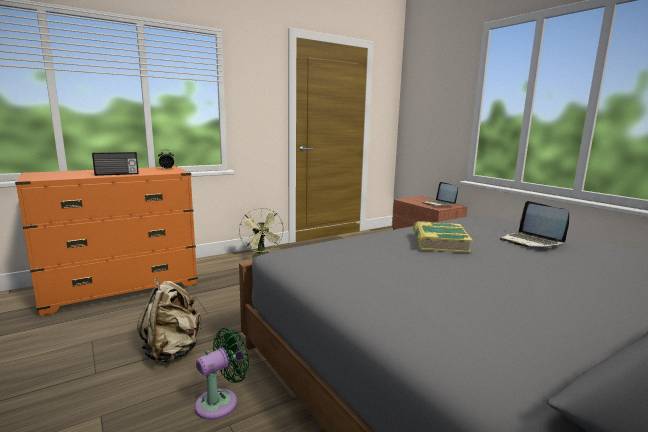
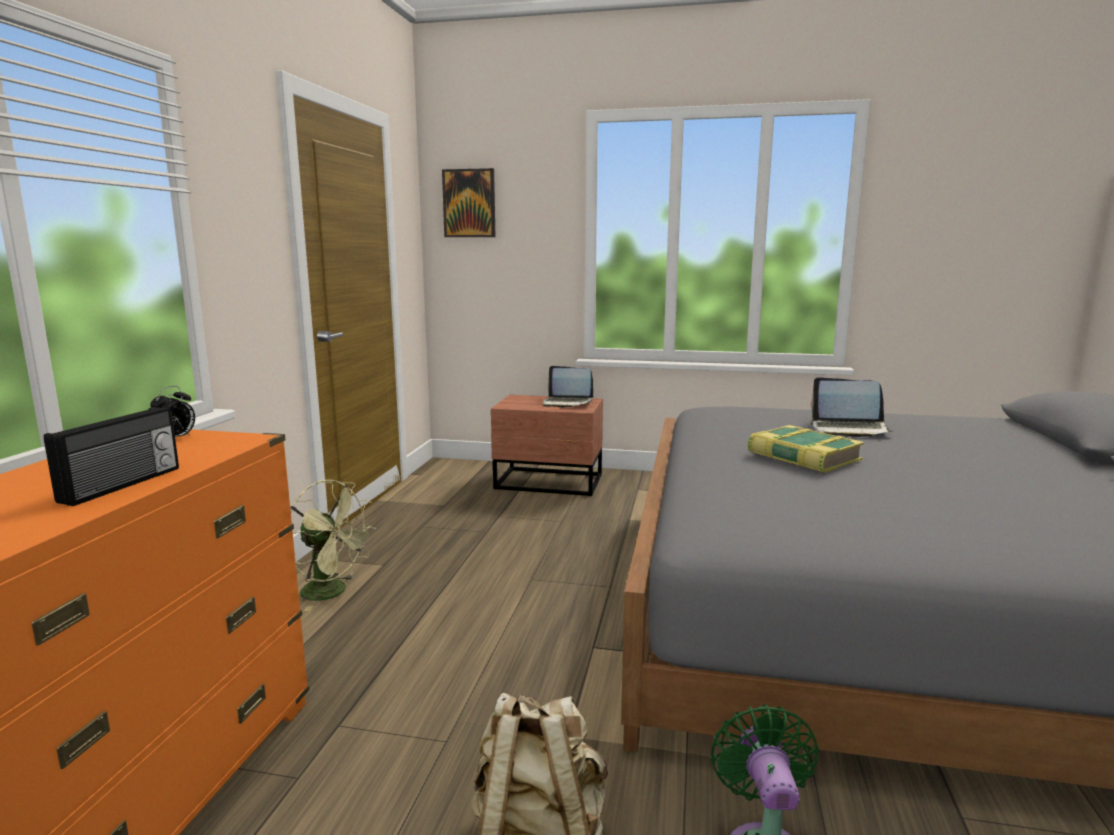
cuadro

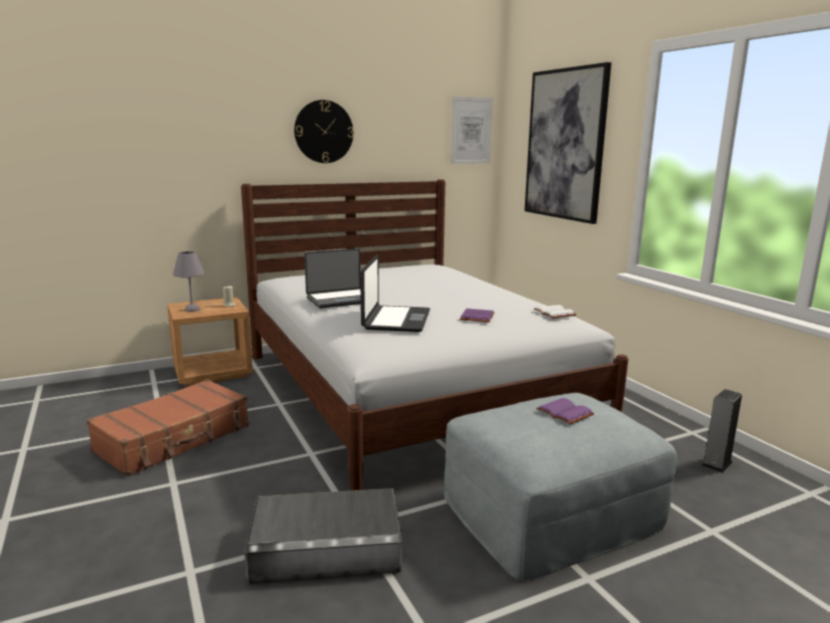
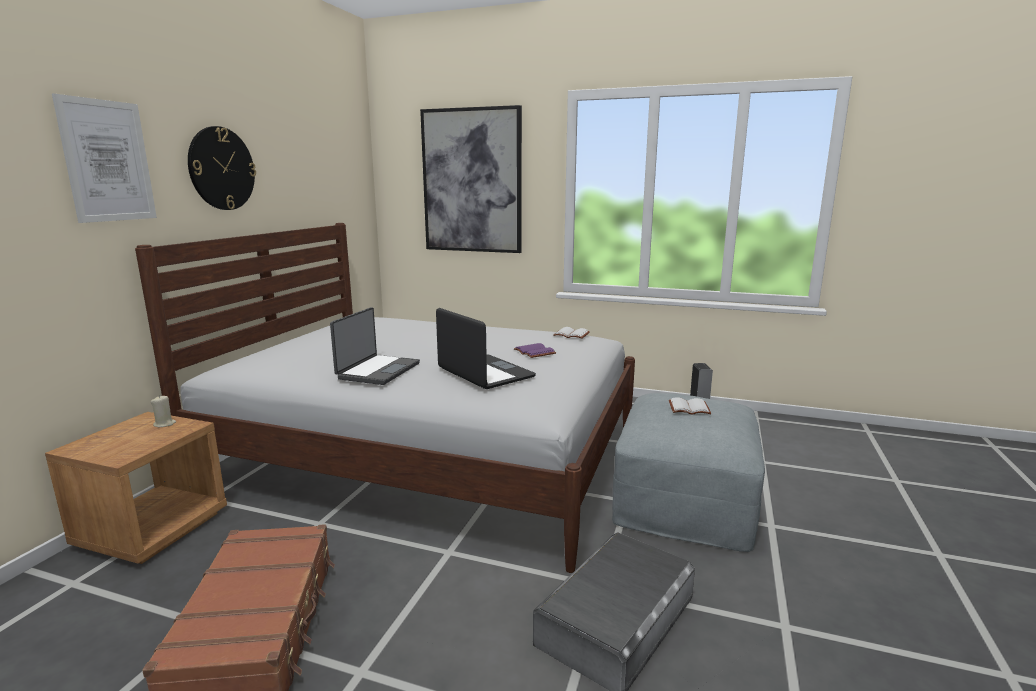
cuadro (no. 1 from left); libro [blanco] (no. 2 from left); lámpara de mesa [gris]

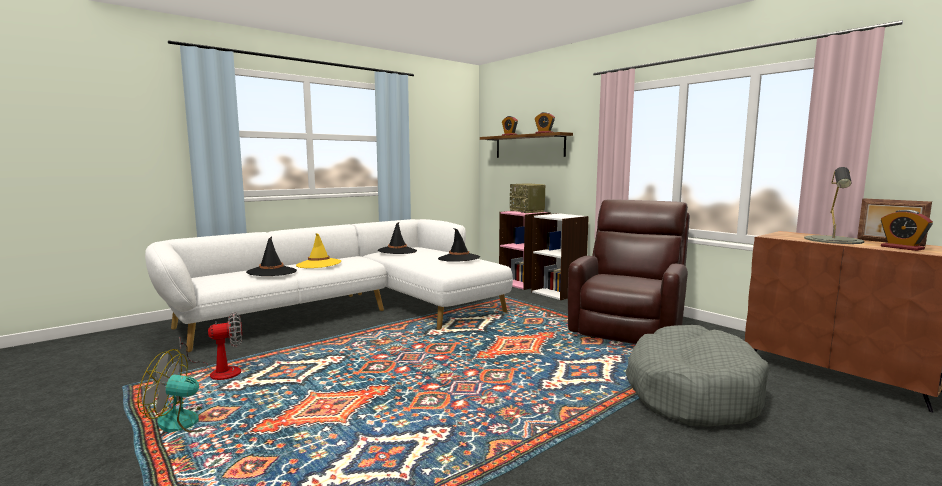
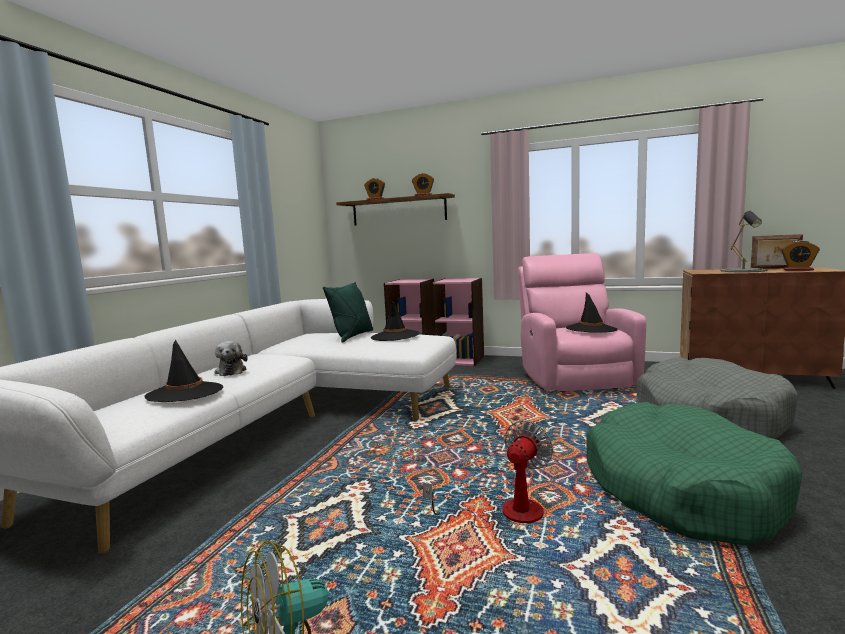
peluche; cojín [verde]; ventilador (no. 2 from left); estantería [rosa] (no. 2 from left); sillón [rosa]; sombrero [negro] (no. 3 from left); cama para perro [verde]; radio

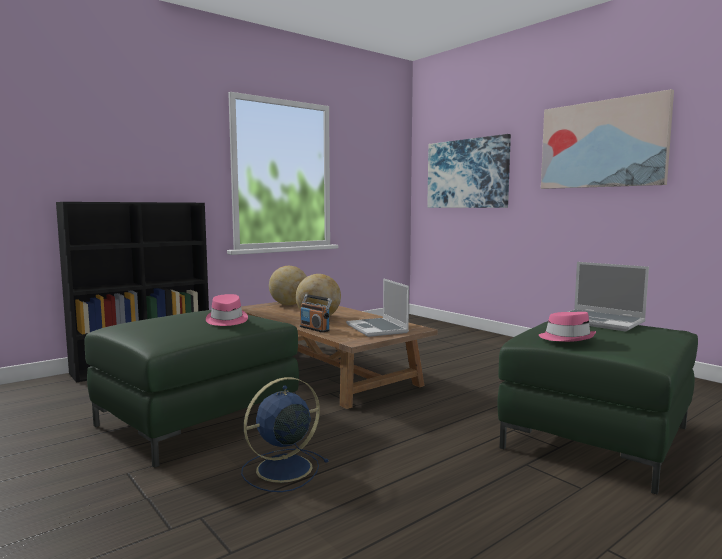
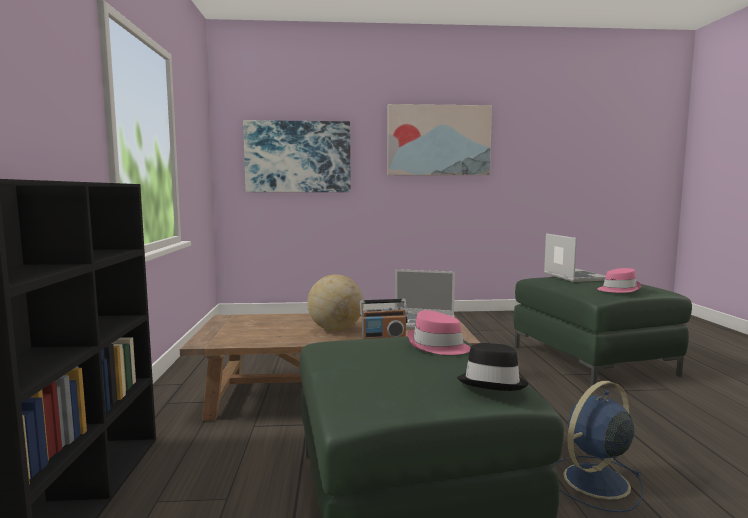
sombrero [negro]; portátil (no. 2 from left); ventilador [azul]; globo terráqueo (no. 1 from left in the first image)

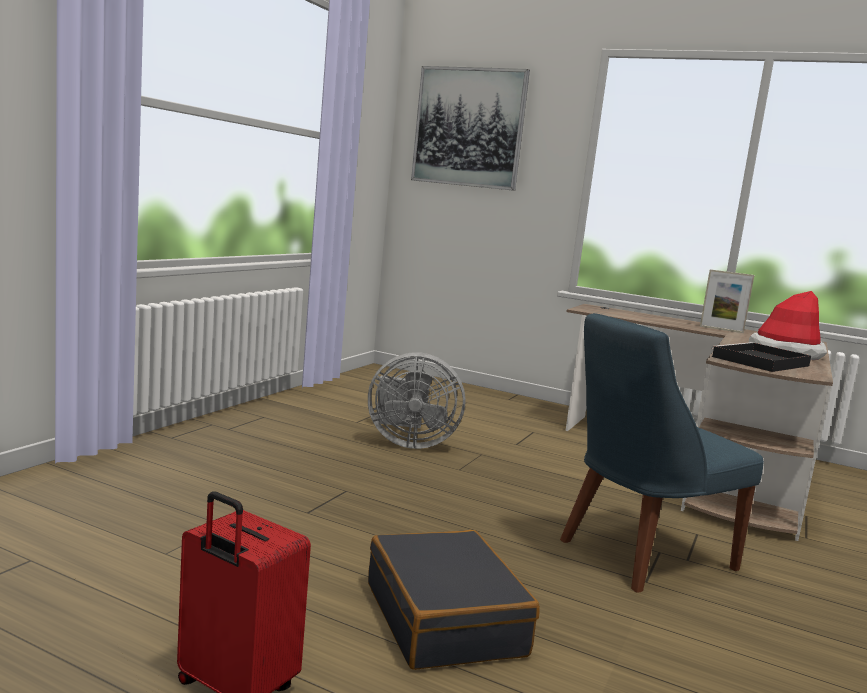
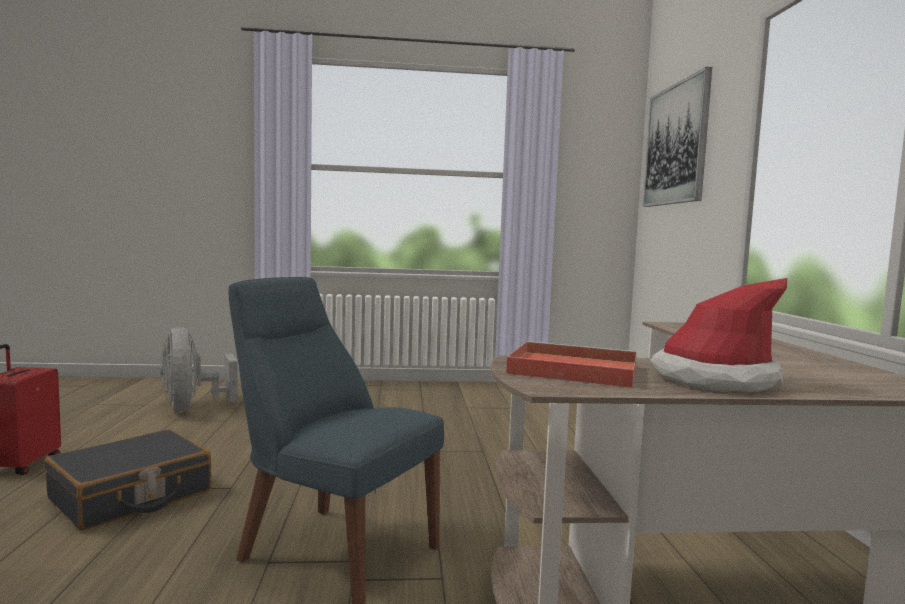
ventilador [gris]; bandeja [rojo]; portarretratos

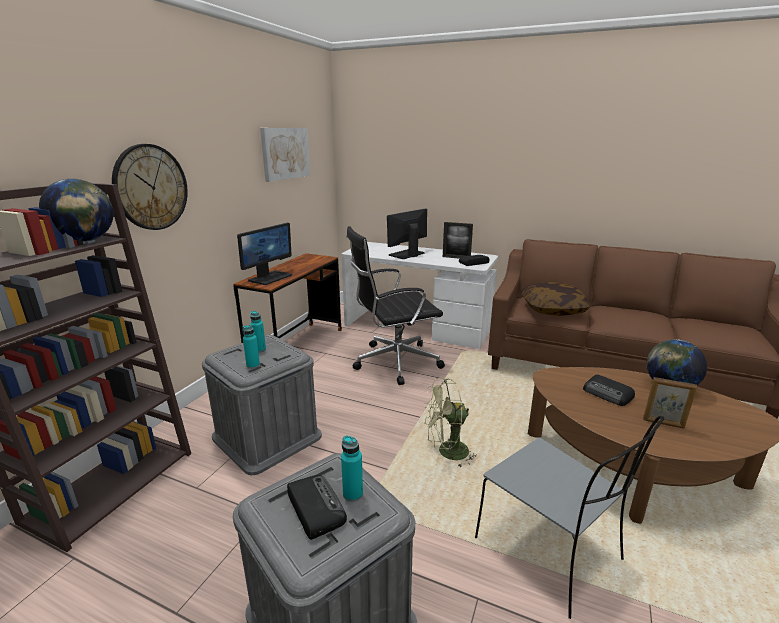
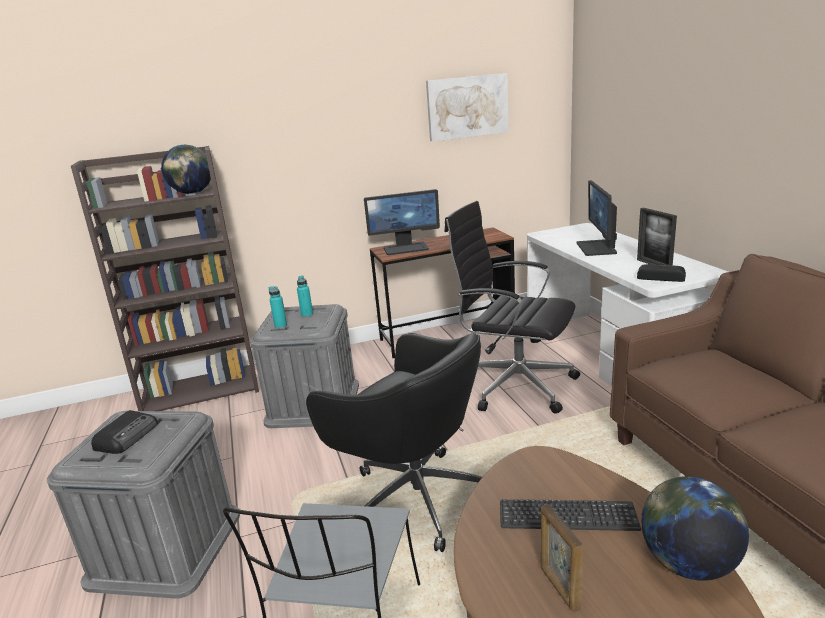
silla de oficina [negro] (no. 1 from left); teclado; monitor (no. 2 from left); reloj de pared; botella [turquesa] (no. 3 from left in the first image); cojín

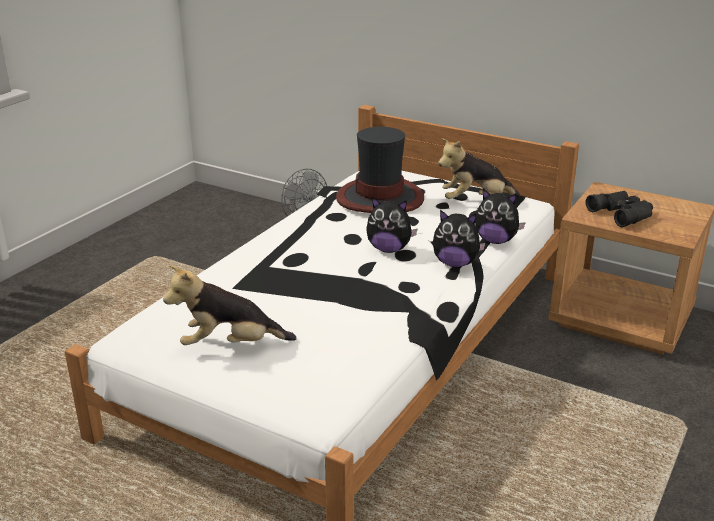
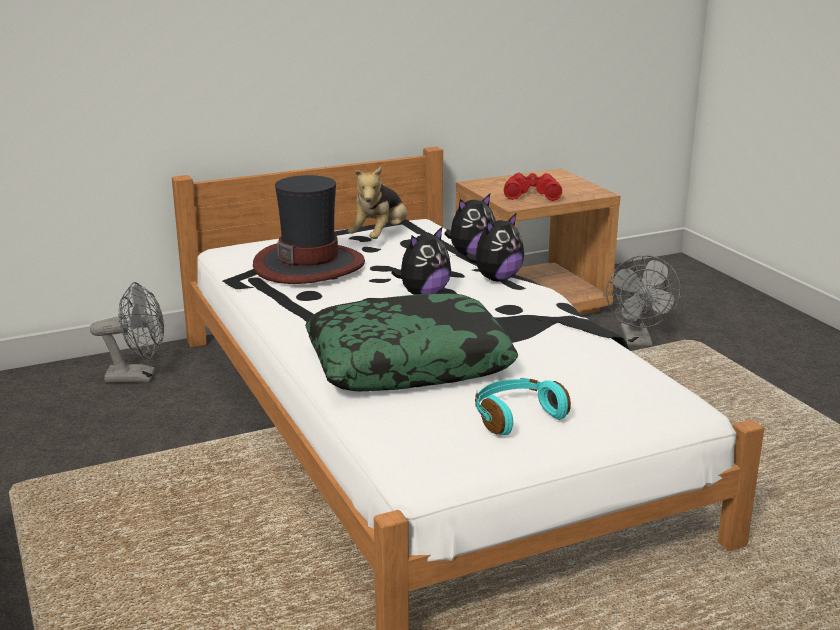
cojín; auriculares [turquesa]; prismáticos [rojo]; ventilador [gris] (no. 2 from left)

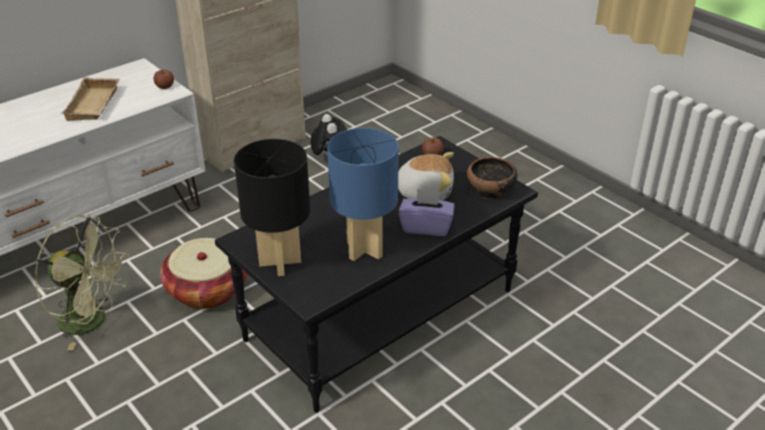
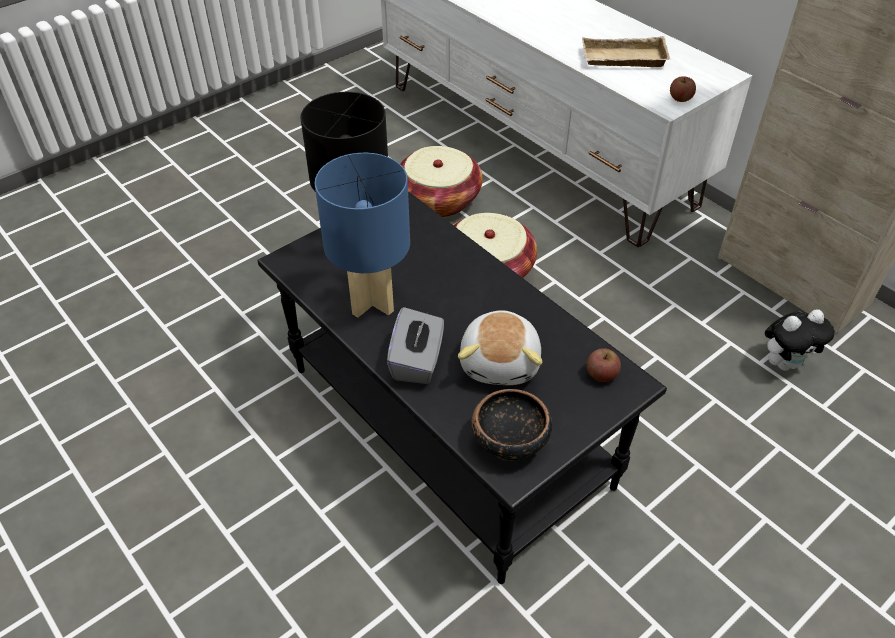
caja de pañuelos [gris]; cesta (no. 1 from left)

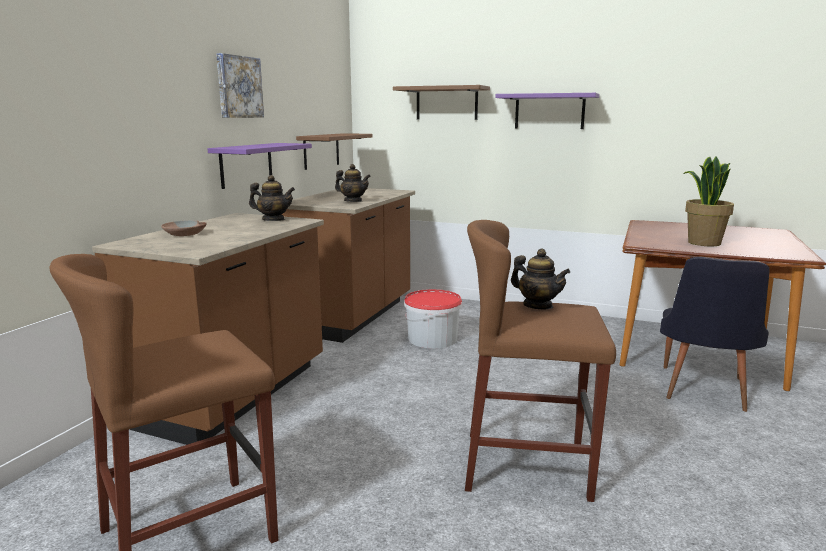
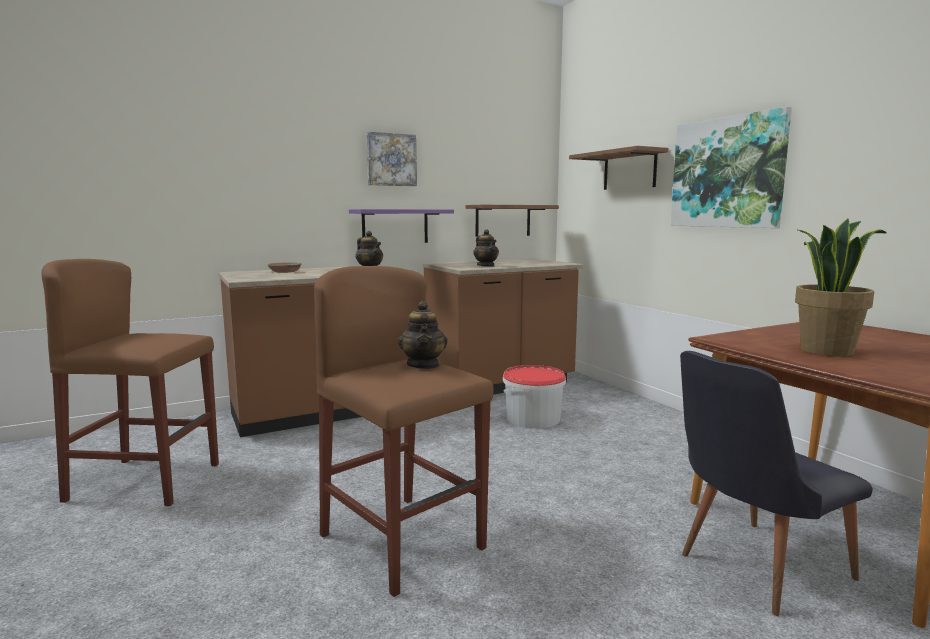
cuadro (no. 2 from left)

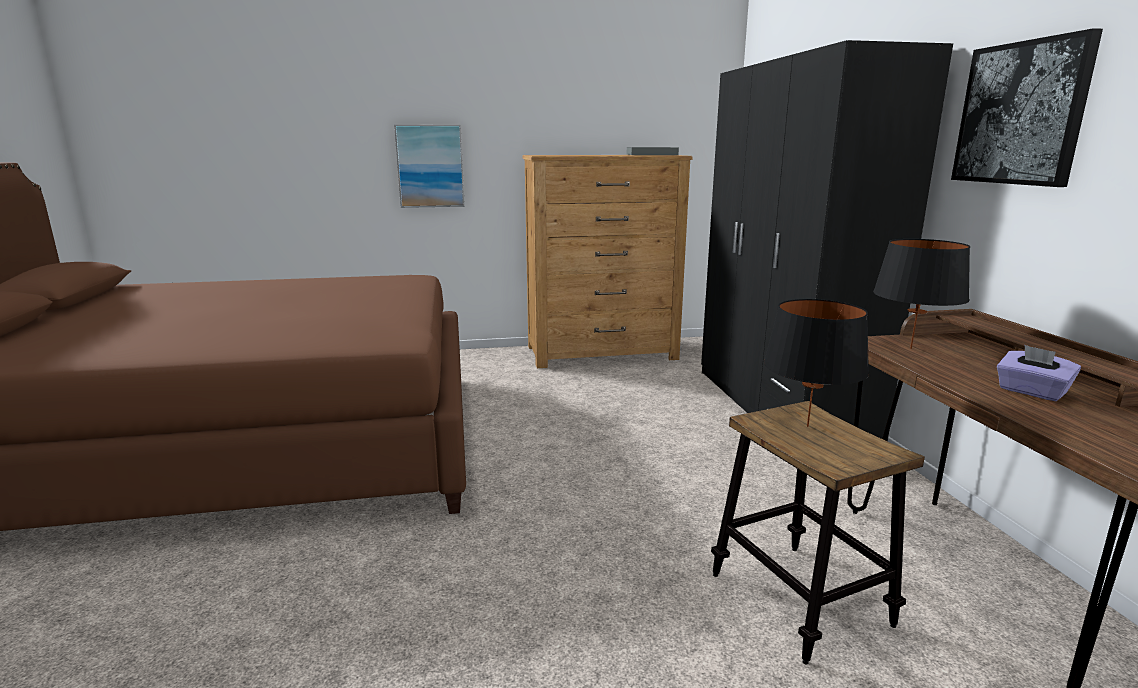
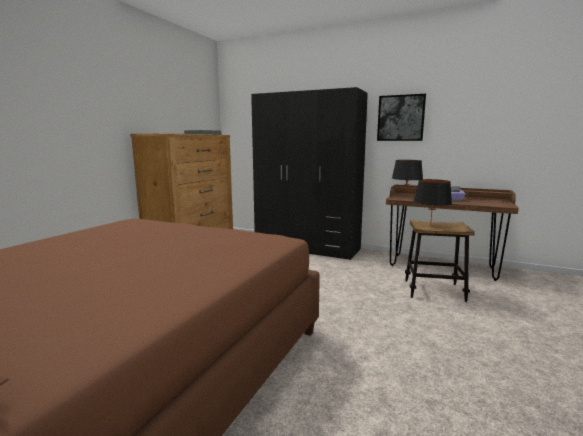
cuadro (no. 1 from left in the first image)

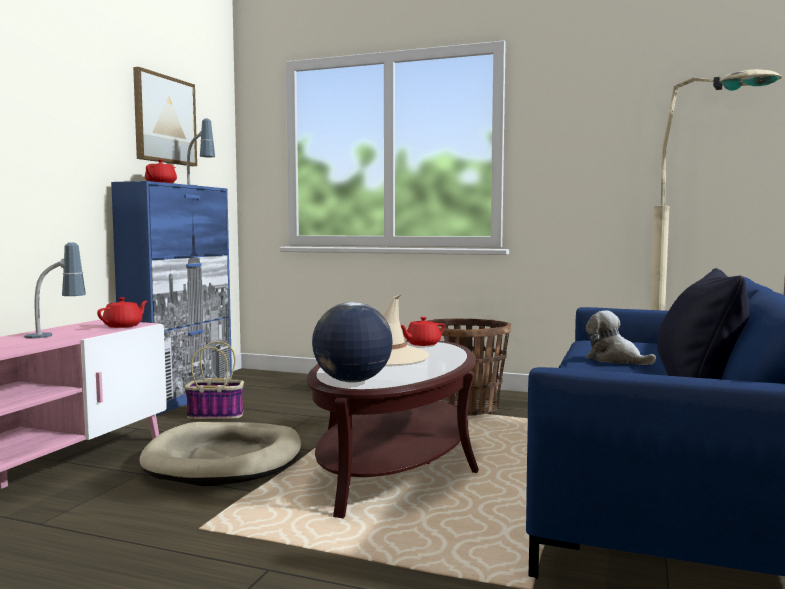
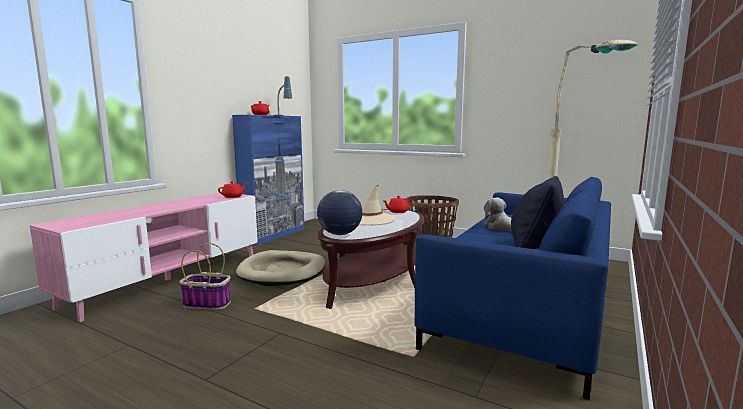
cesta (no. 1 from left); lámpara de mesa (no. 1 from left in the first image); cuadro

